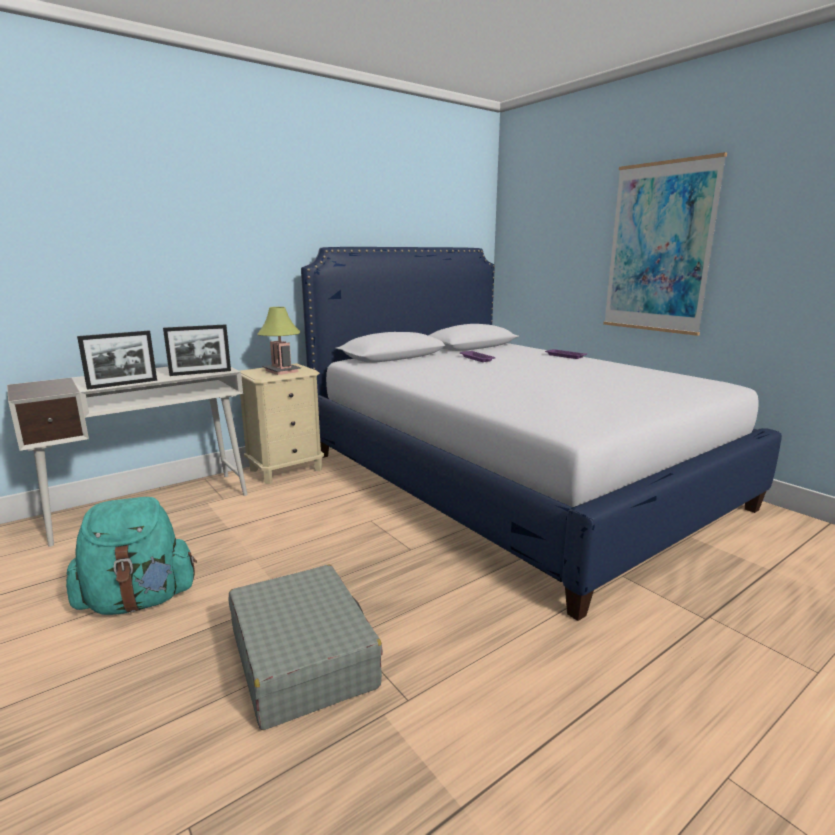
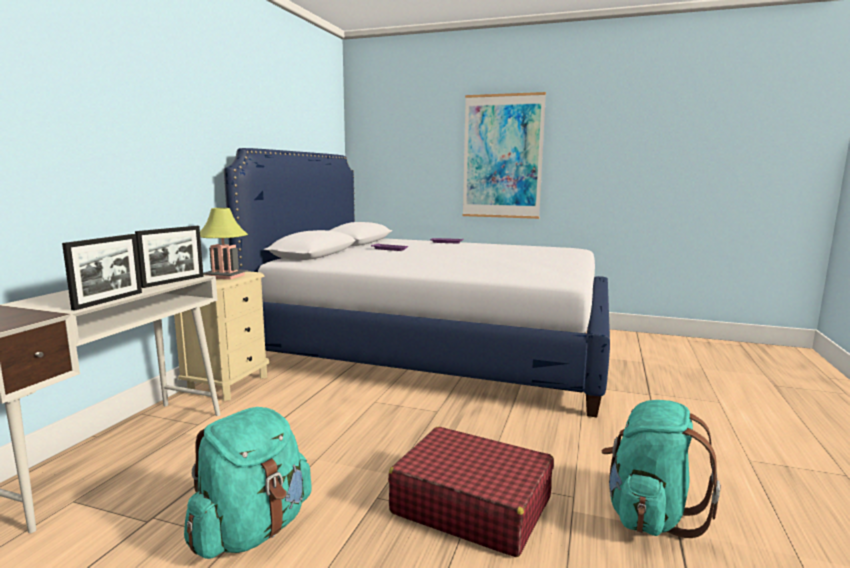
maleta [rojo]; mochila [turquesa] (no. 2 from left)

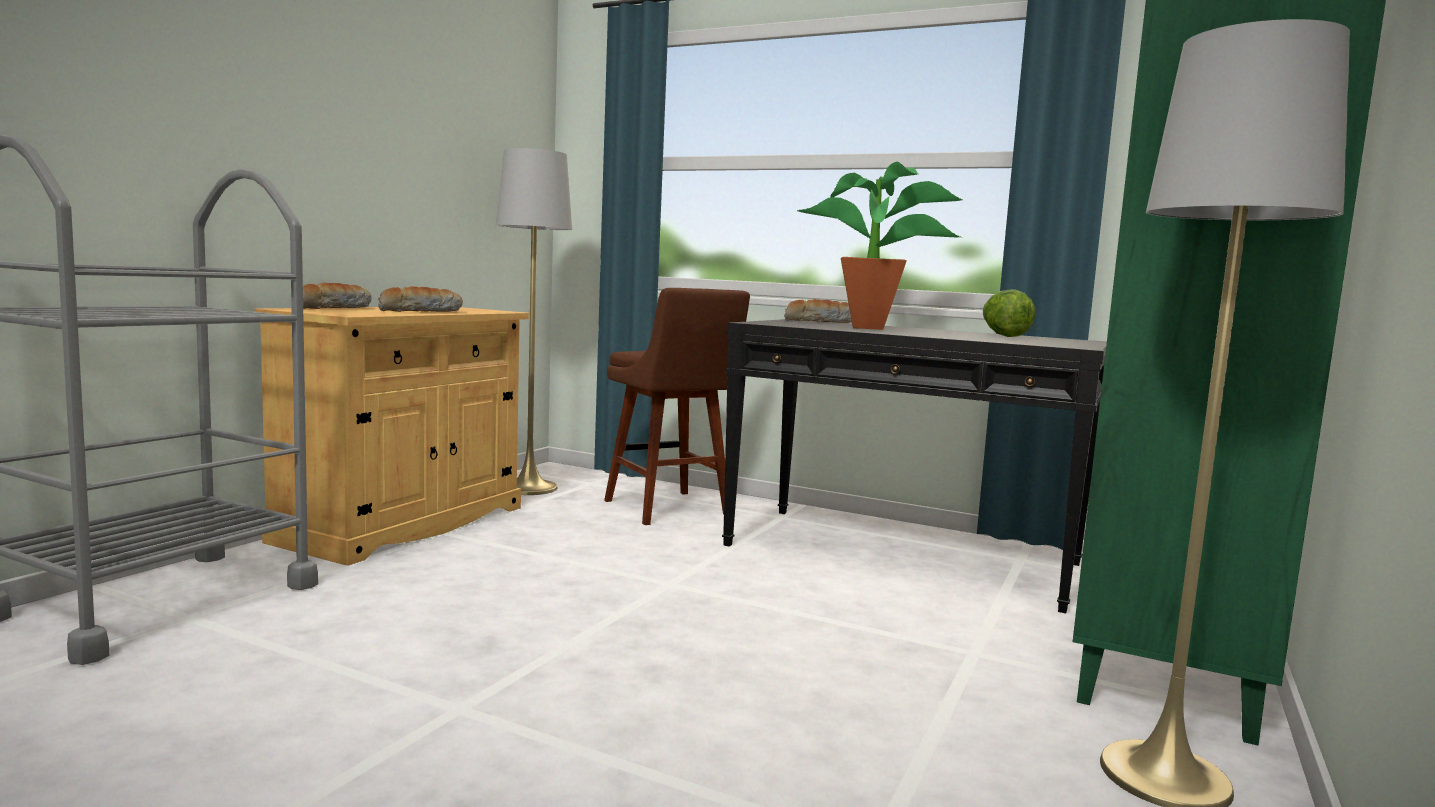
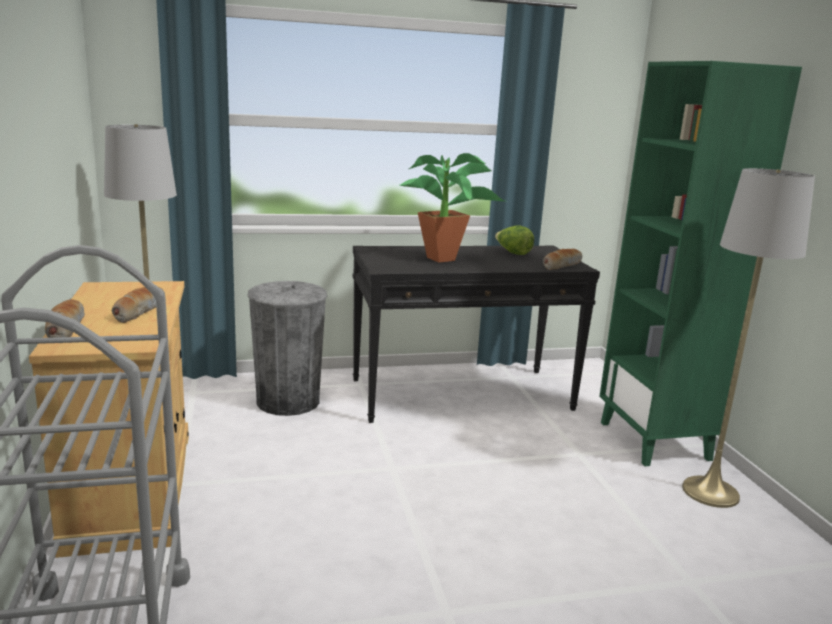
papelera [gris]; pan (no. 3 from left)

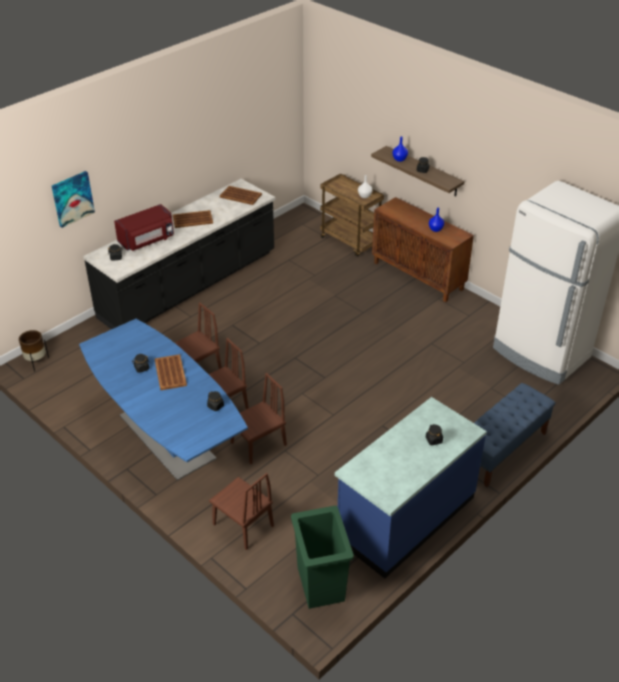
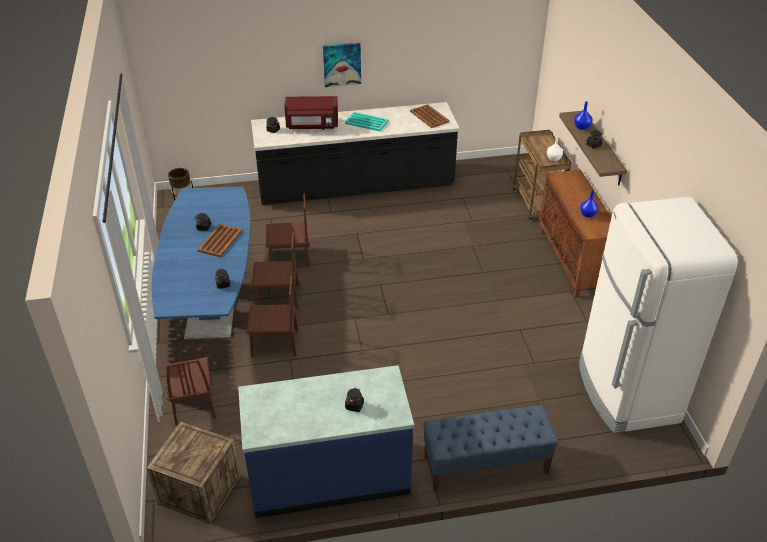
caja de embalaje; cuadro; bandeja [turquesa]

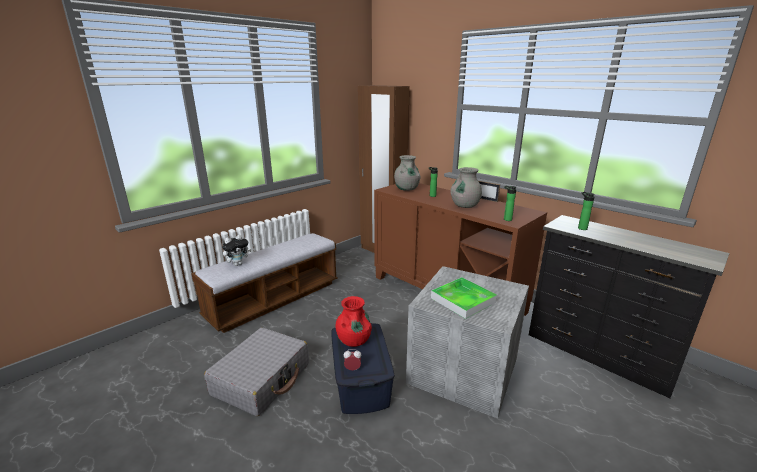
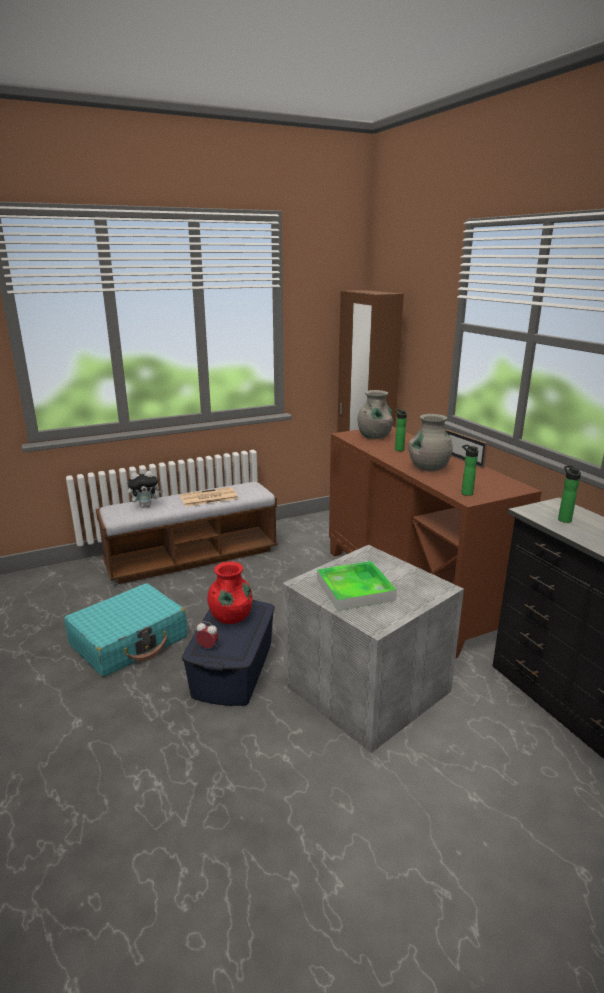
maleta [turquesa]; periódico

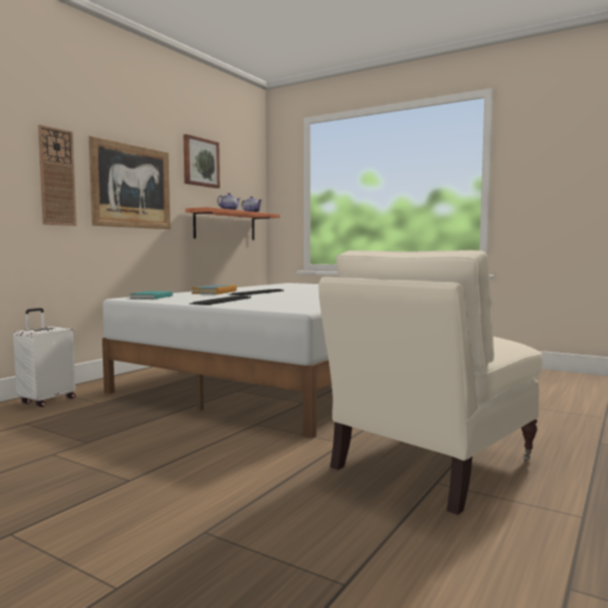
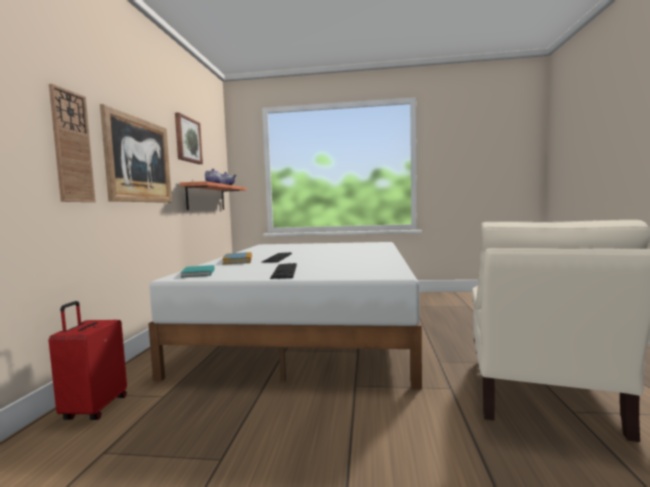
maleta [rojo]

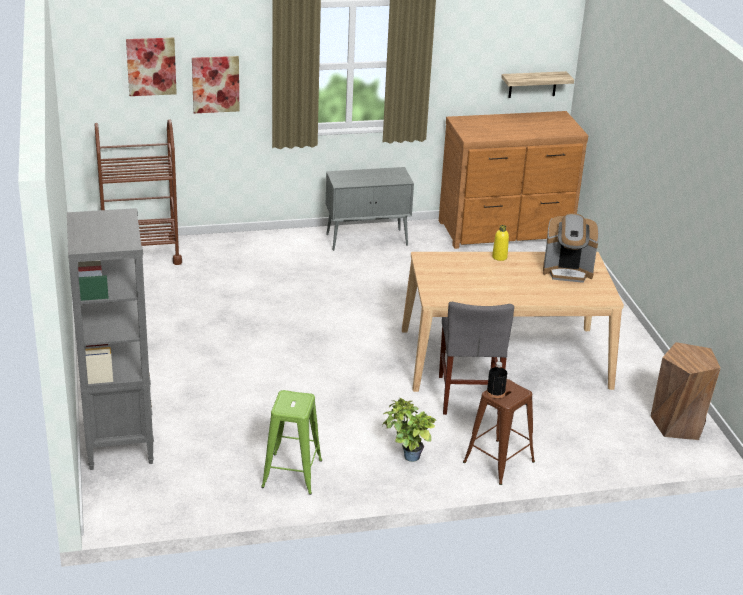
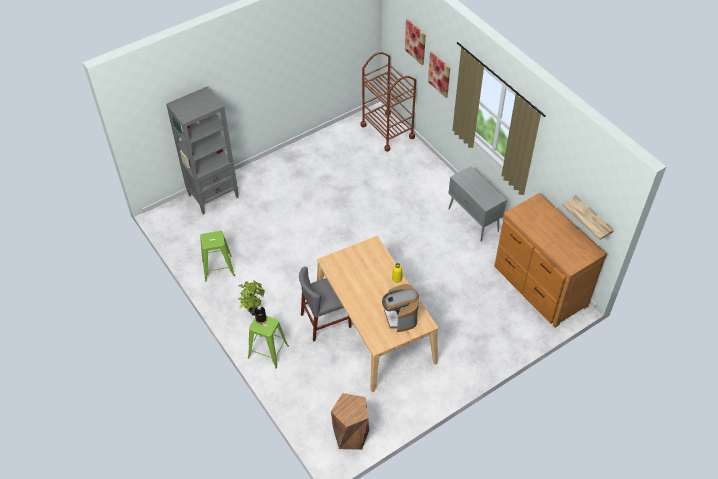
taburete [verde] (no. 2 from left)

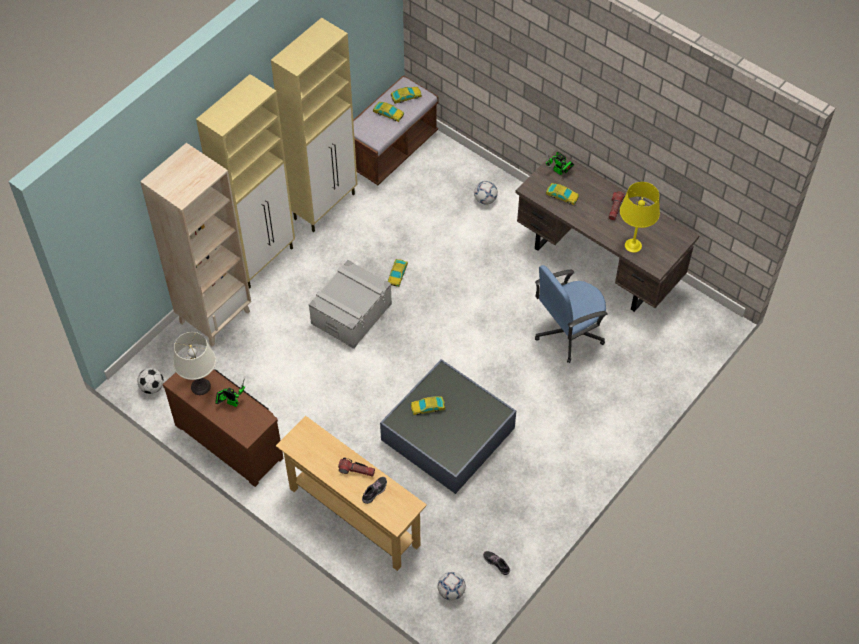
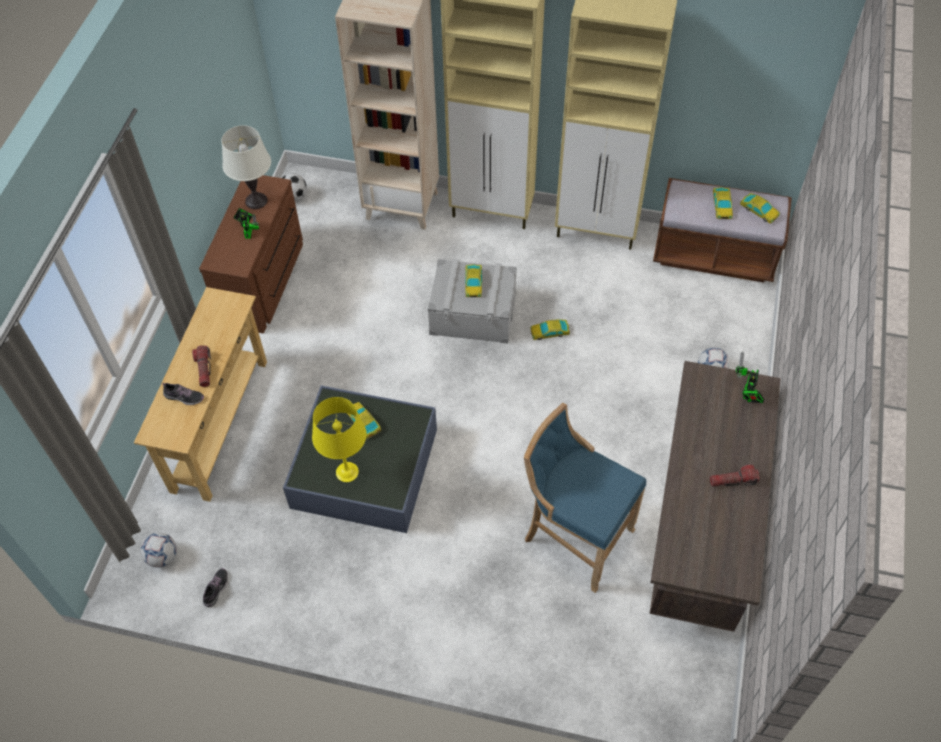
lámpara de mesa [amarillo]; coche de juguete (no. 2 from left); taburete [azul]

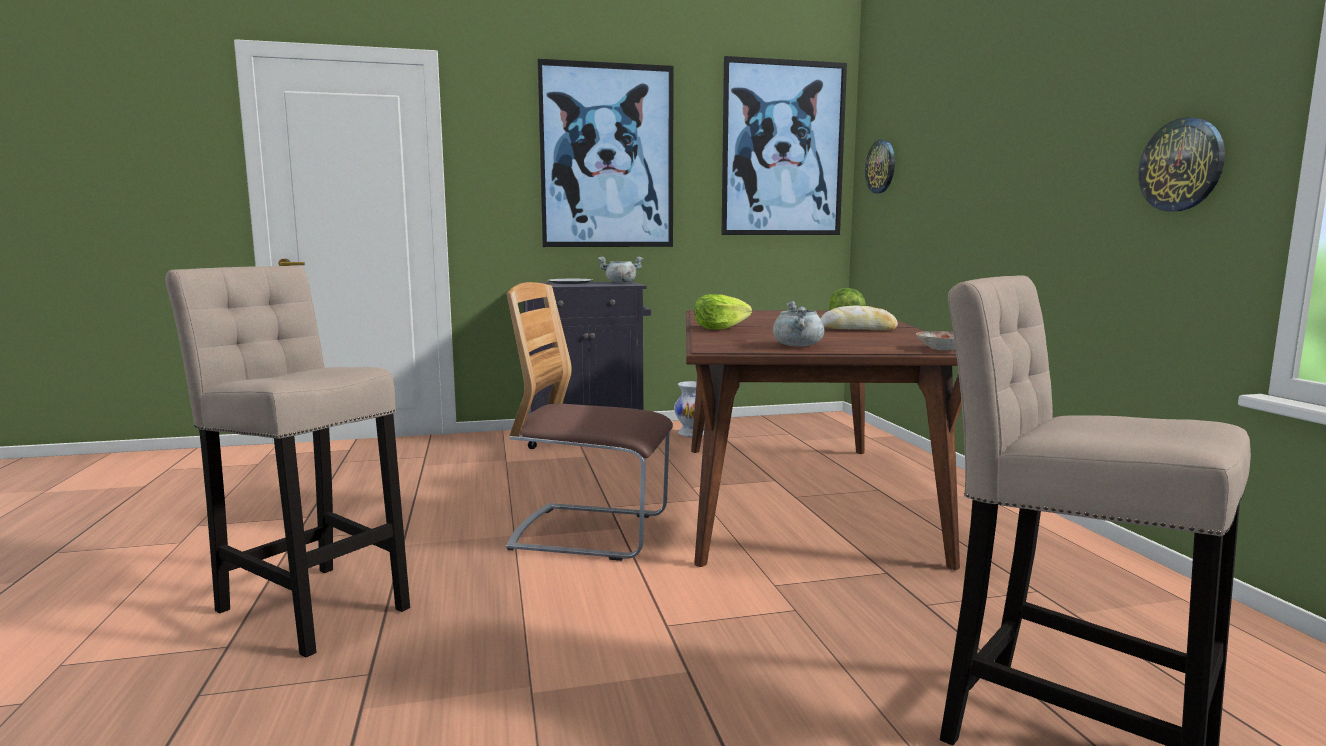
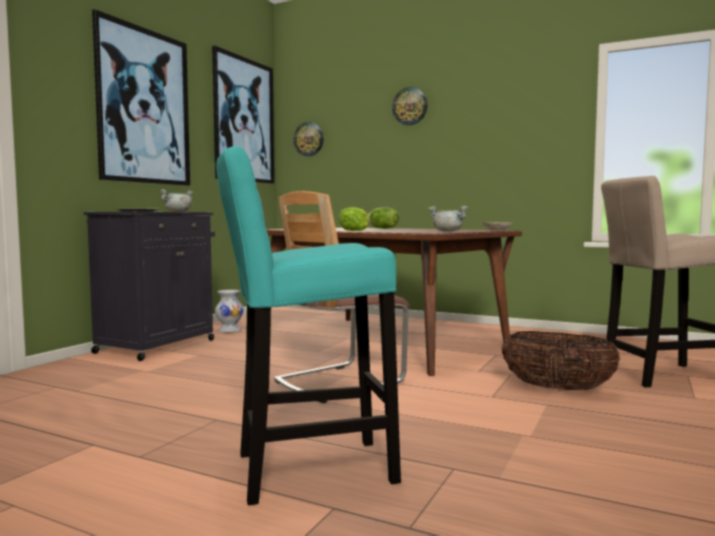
taburete [turquesa]; reloj de pared (no. 2 from left); cesta; pan

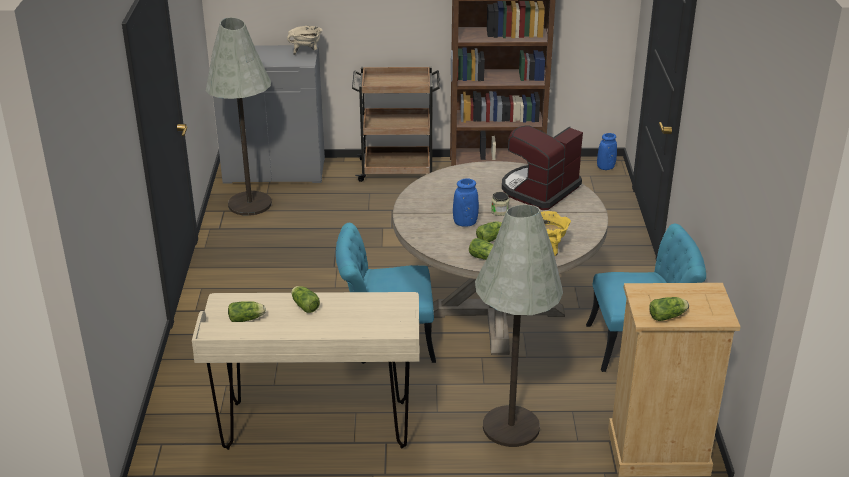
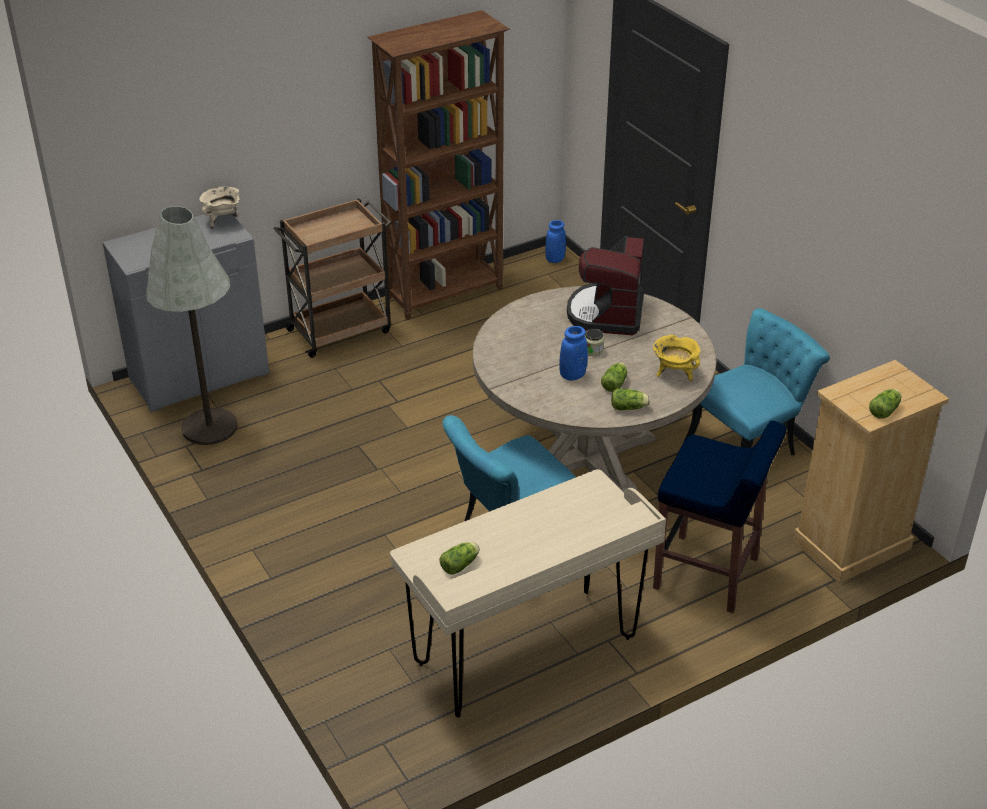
taburete [azul]; lechuga (no. 2 from left in the first image)

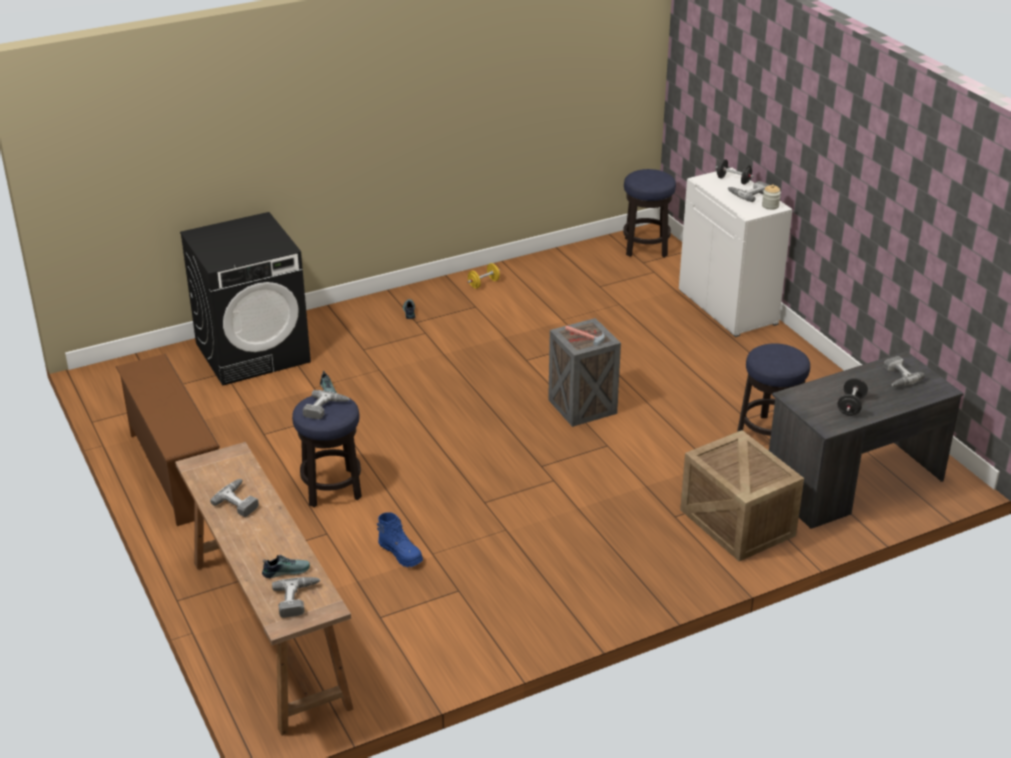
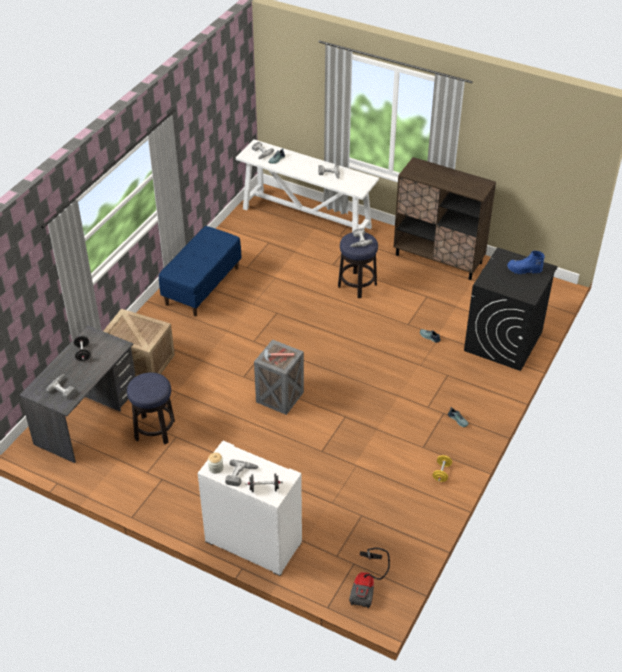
banco [azul]; mesa consola [blanco]; aspiradora; armario [marrón]; bota [azul]

